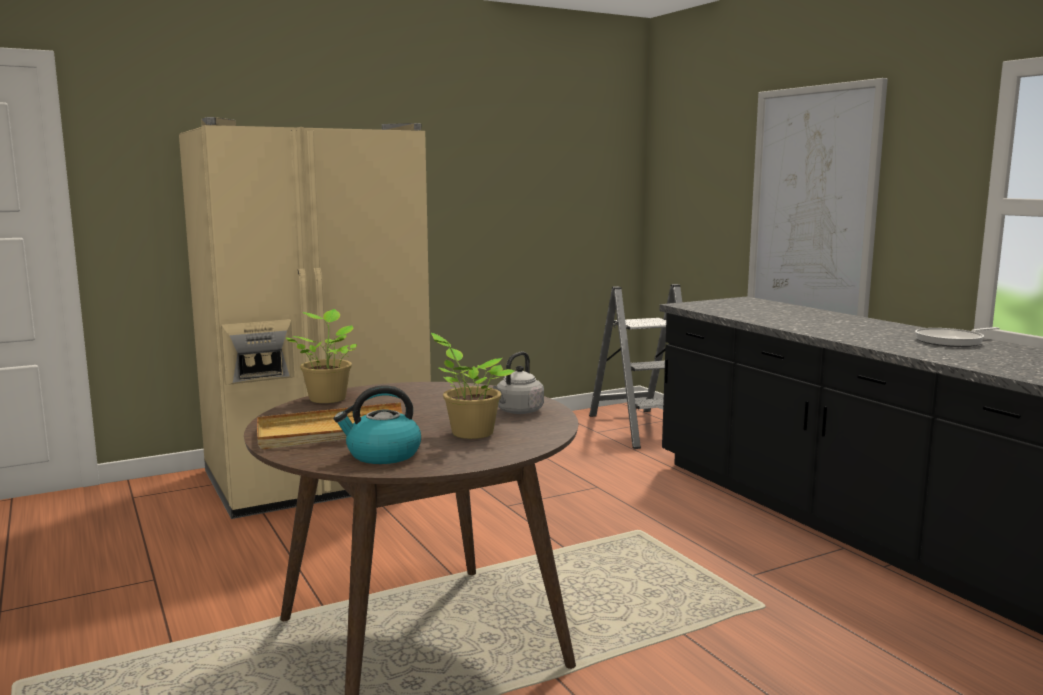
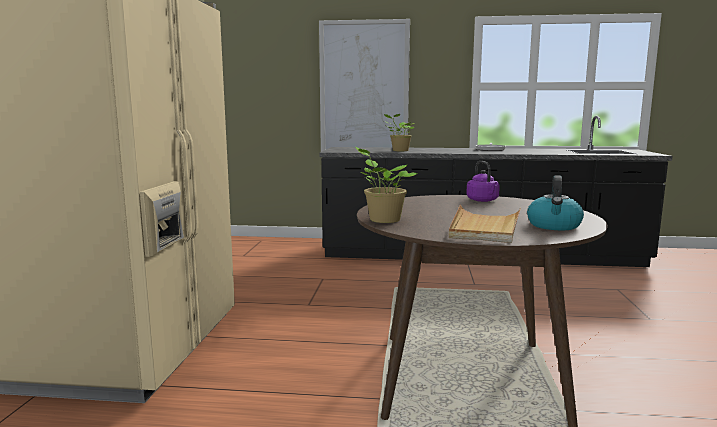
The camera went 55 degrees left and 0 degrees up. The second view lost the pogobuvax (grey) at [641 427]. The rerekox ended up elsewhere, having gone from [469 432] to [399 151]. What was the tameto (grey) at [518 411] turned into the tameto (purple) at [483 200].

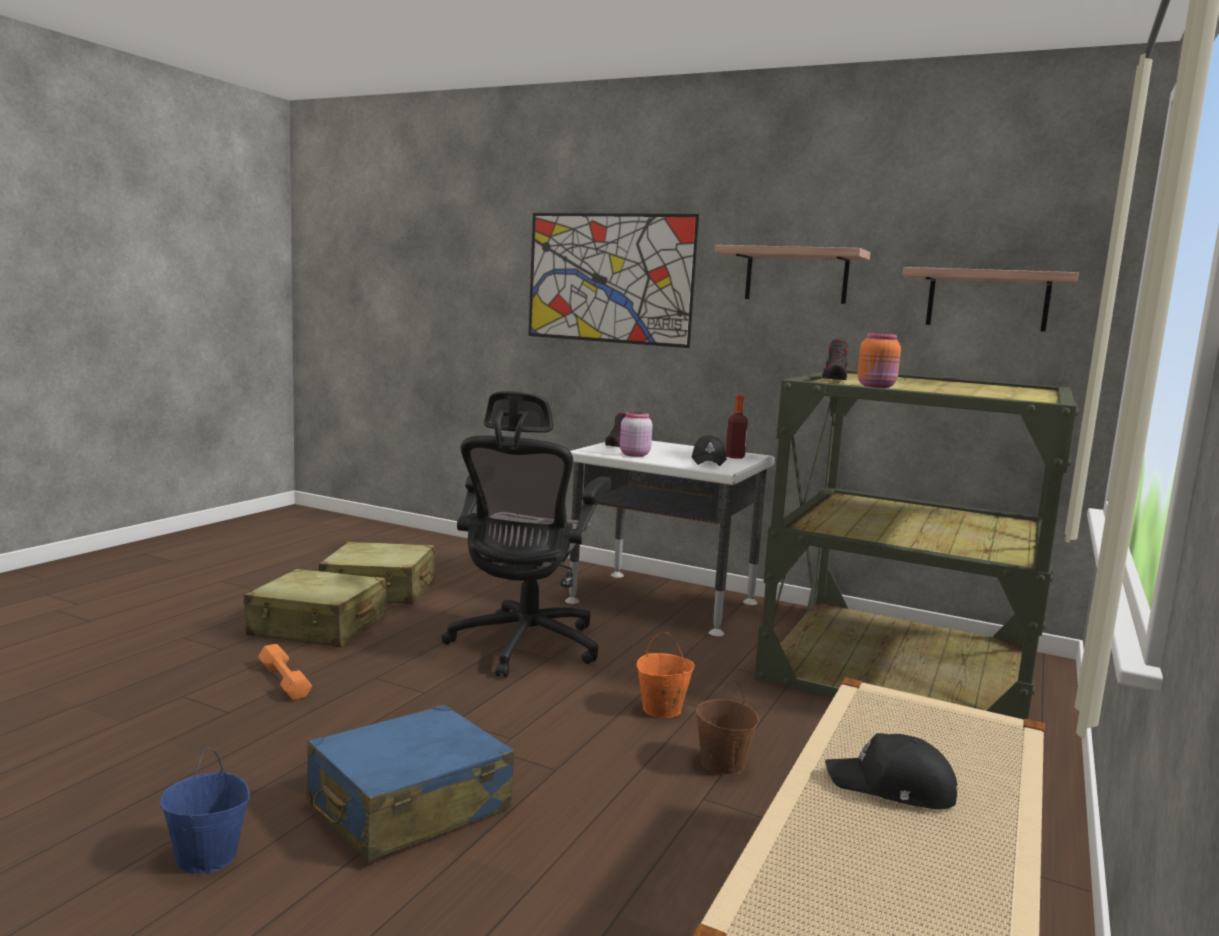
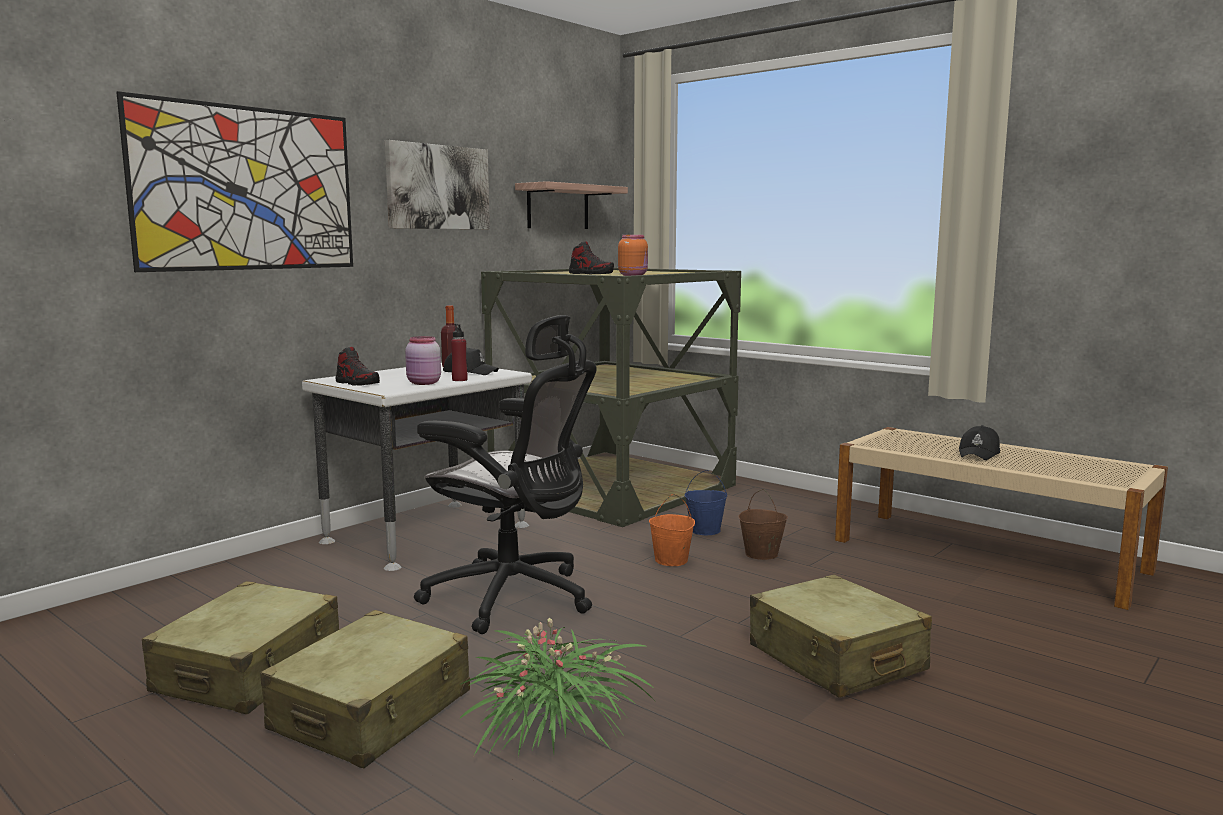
The camera went 75 degrees left and 0 degrees up. Where the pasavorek hung at [796 275], the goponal came to hang at [438 187]. Where the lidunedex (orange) stood at [284 680], the rerekox came to stand at [552 727]. What was the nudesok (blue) at [408 806] turned into the nudesok (beige) at [836 659]. The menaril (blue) ended up elsewhere, having gone from [208 857] to [705 530]. The second view gained the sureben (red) at [459 380].

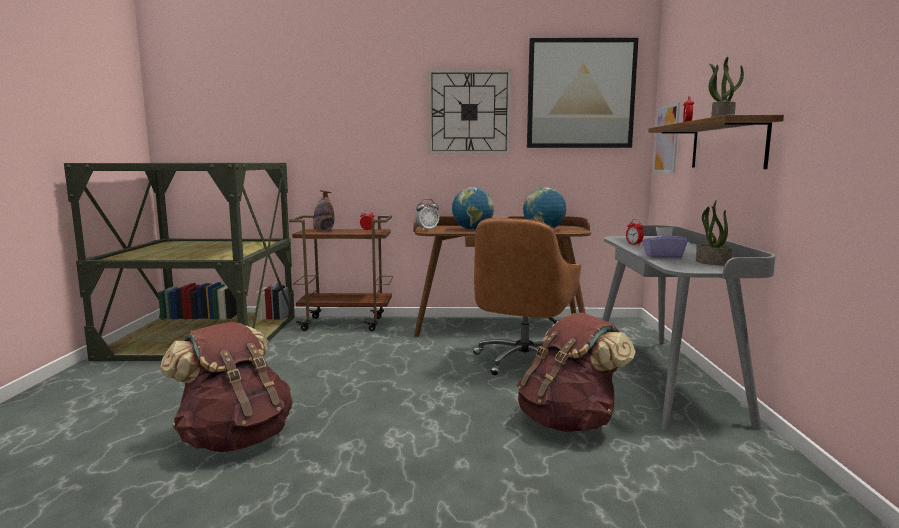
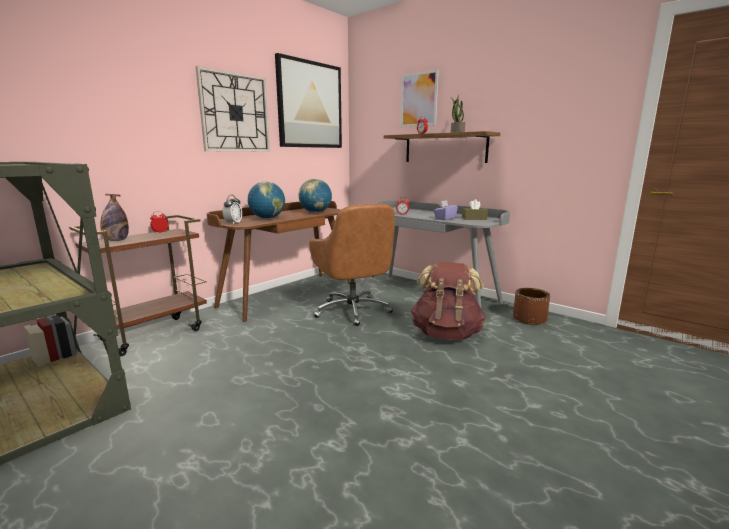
The camera went 50 degrees left and 5 degrees up. The goponal ended up elsewhere, having gone from [666 139] to [419 99]. Where the rerekox stood at [712 263], the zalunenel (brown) came to stand at [474 218]. The second view lost the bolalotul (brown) at [235 439]. The second view gained the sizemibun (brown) at [529 319].

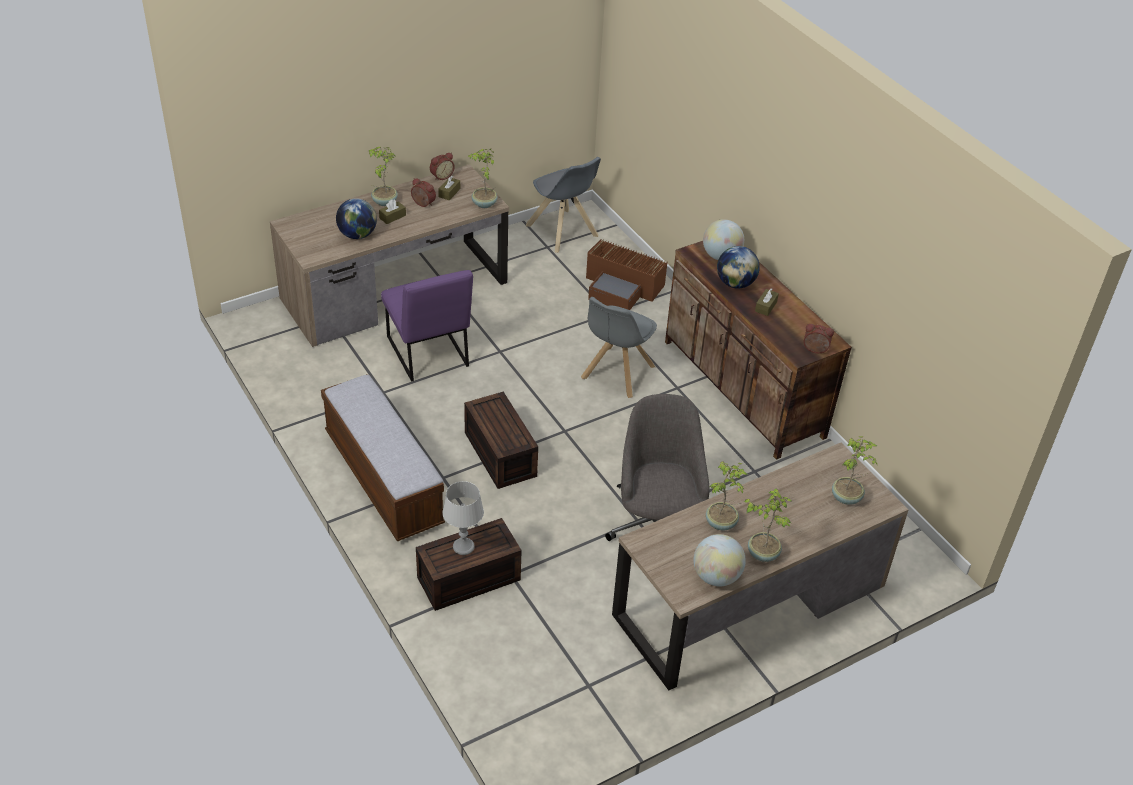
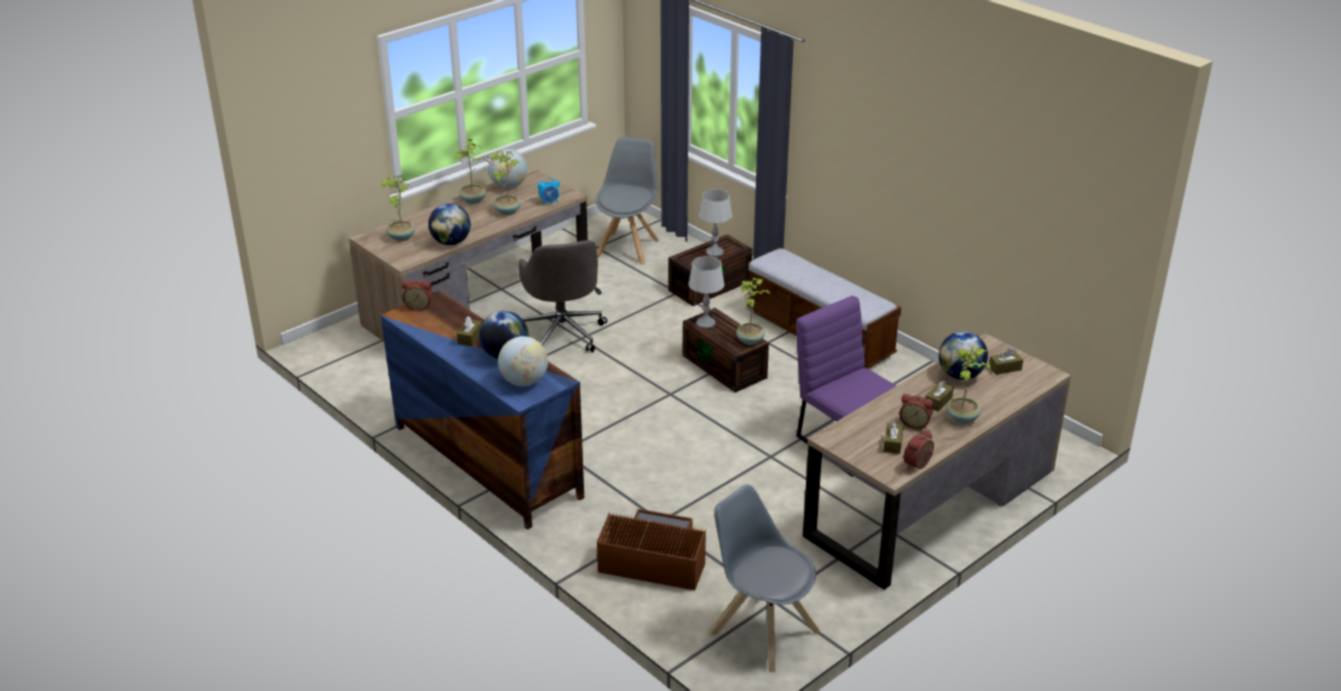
The camera went 170 degrees right and 10 degrees down. The rerekox ended up elsewhere, having gone from [483 204] to [750 340]. What was the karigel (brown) at [742 390] turned into the karigel (blue) at [487 460]. The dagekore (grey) ended up elsewhere, having gone from [616 374] to [628 246]. The second view gained the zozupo at [549 202]. The second view gained the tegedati at [451 242]. The second view gained the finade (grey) at [706 323]. The second view gained the zalunenel (brown) at [1005 368].

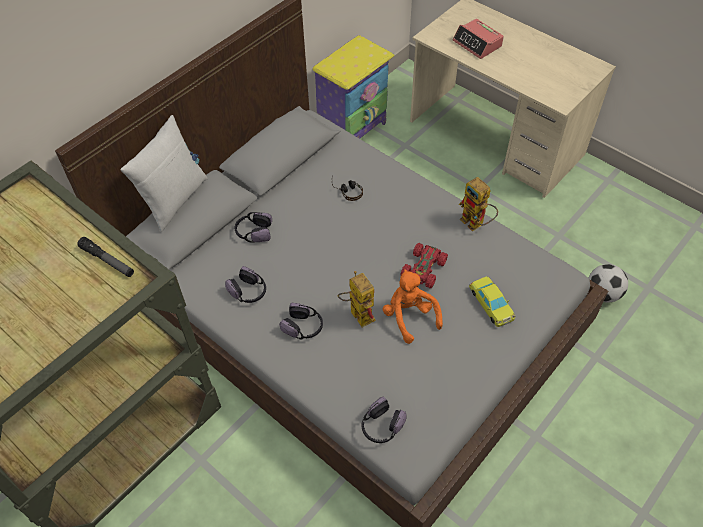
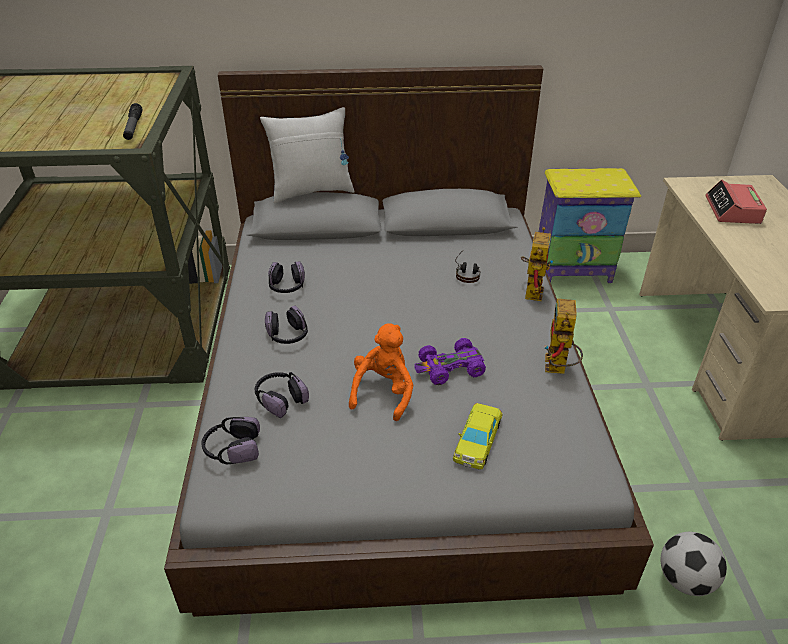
The camera went 45 degrees right and 15 degrees down. The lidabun ended up elsewhere, having gone from [254 232] to [280 399]. What was the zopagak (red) at [423 270] turned into the zopagak (purple) at [450 368]. The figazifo ended up elsewhere, having gone from [357 313] to [532 289].

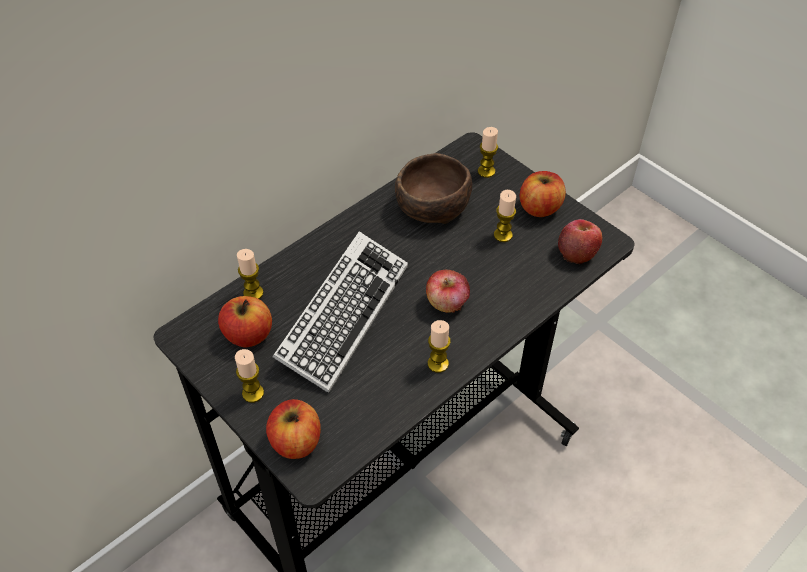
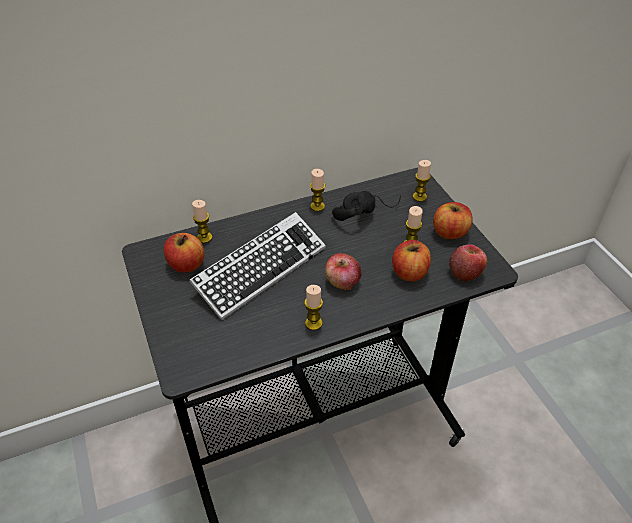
The camera went 20 degrees right and 5 degrees down. Where the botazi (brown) stood at [430 206], the lidabun (black) came to stand at [364 211]. The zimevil ended up elsewhere, having gone from [253 393] to [317 206]. The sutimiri ended up elsewhere, having gone from [296 441] to [409 273].

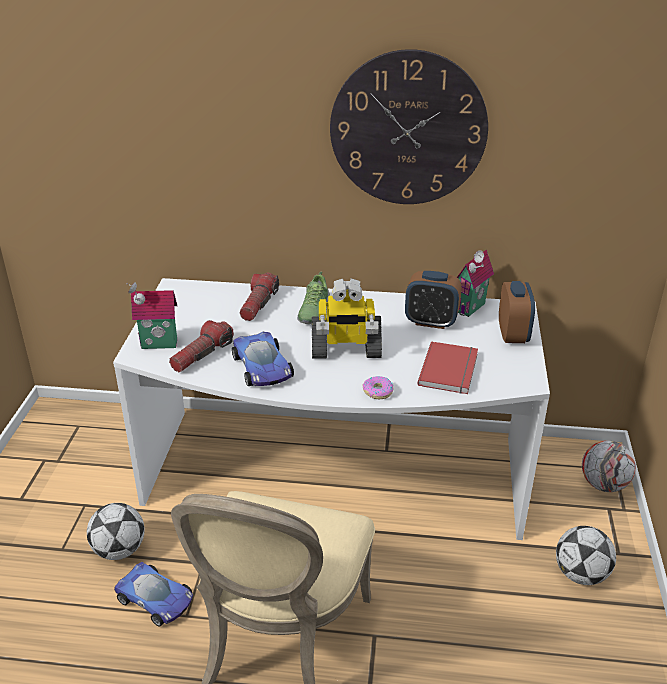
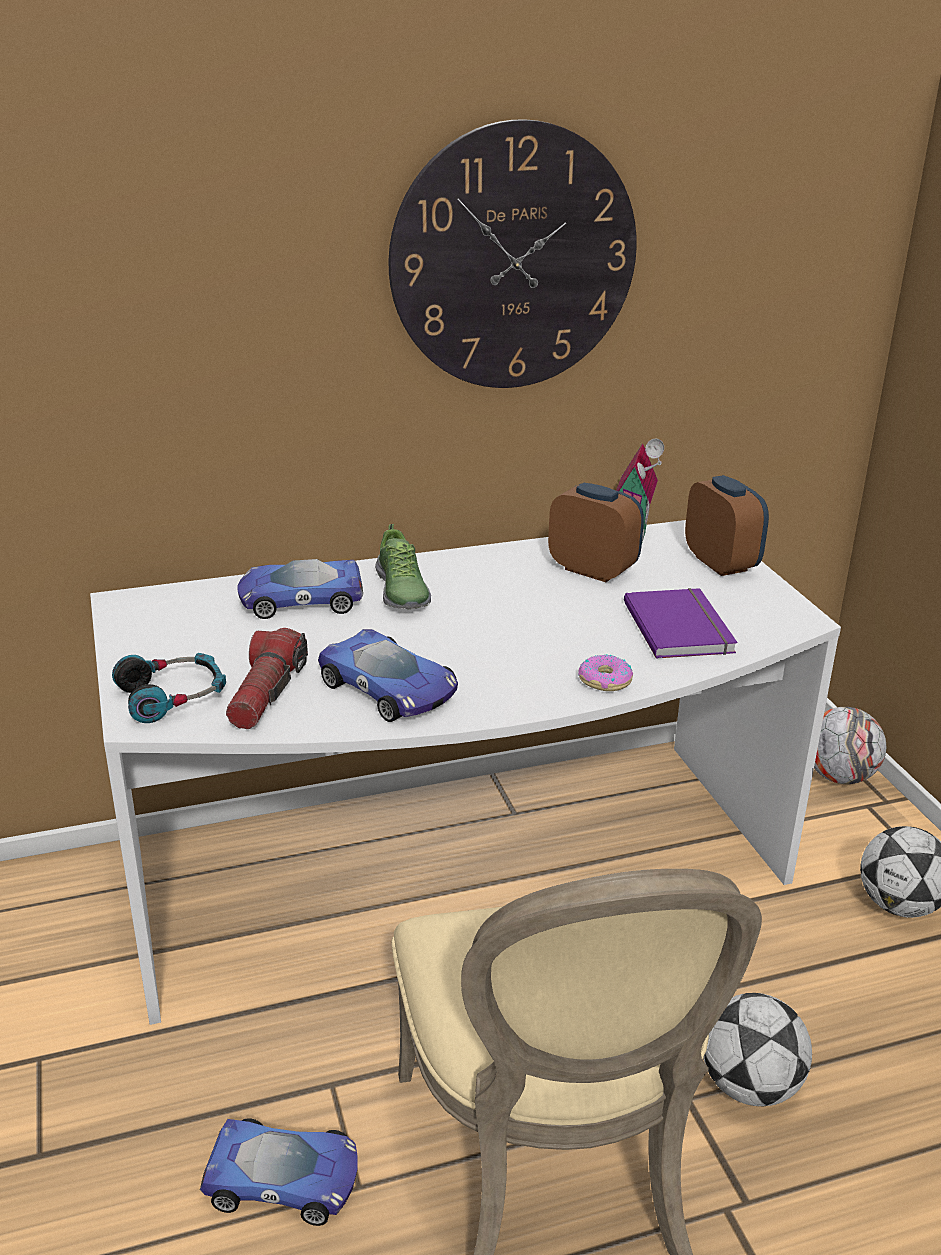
The camera went 25 degrees left and 5 degrees down. The zozupo at [431 322] ended up facing another way, 135 degrees counterclockwise from before. Where the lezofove stood at [258 304], the zopagak came to stand at [300 599]. The second view lost the figazifo at [345 349]. Where the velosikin stood at [158 345], the lidabun came to stand at [173 697]. What was the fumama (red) at [450 370] turned into the fumama (purple) at [681 627]. The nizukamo ended up elsewhere, having gone from [119 550] to [749 1085].

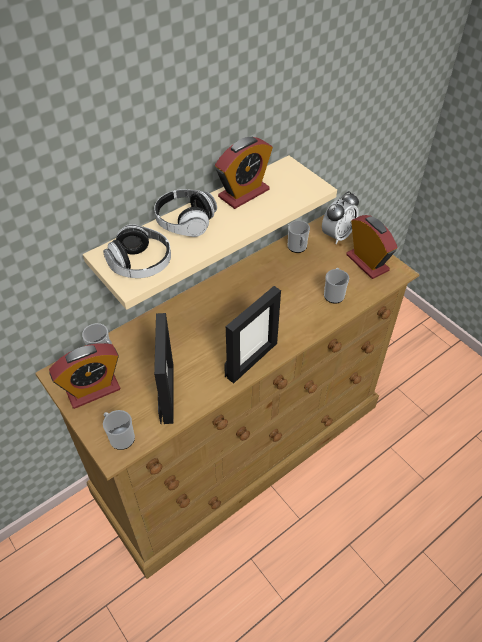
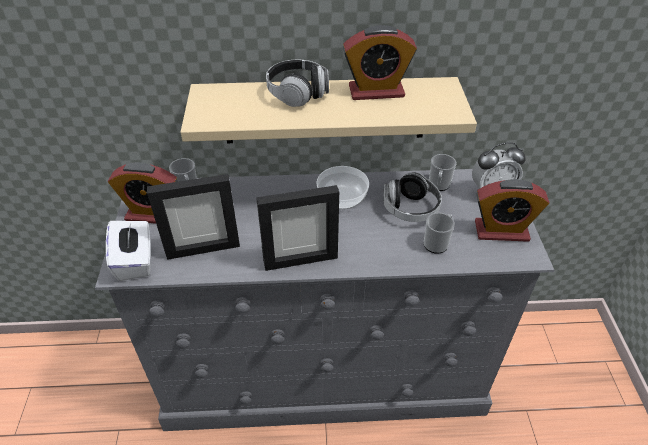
The camera went 35 degrees right and 5 degrees down. What was the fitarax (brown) at [242 448] turned into the fitarax (grey) at [325 373]. The zozupo at [367 263] ended up facing another way, 90 degrees clockwise from before. The lidabun ended up elsewhere, having gone from [141 264] to [410 209]. The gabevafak at [167 393] ended up facing another way, 45 degrees clockwise from before. Where the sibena stood at [120 437], the zalunenel (white) came to stand at [135 261]. The second view gained the botazi at [342 198].

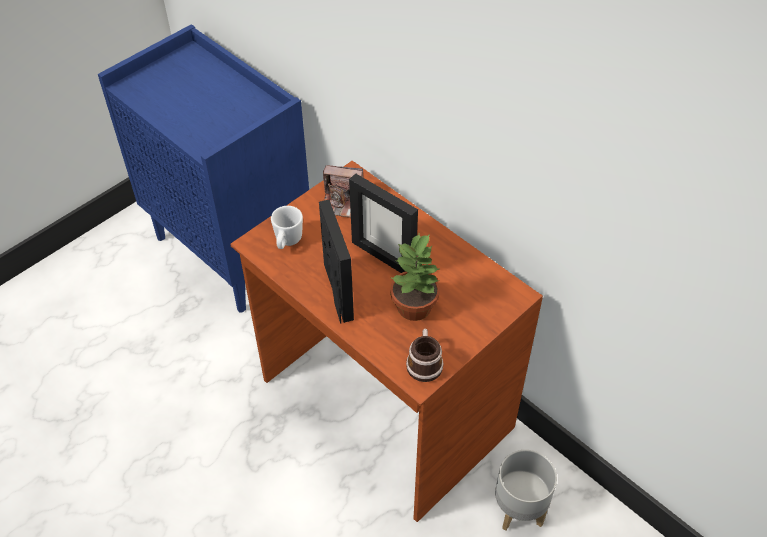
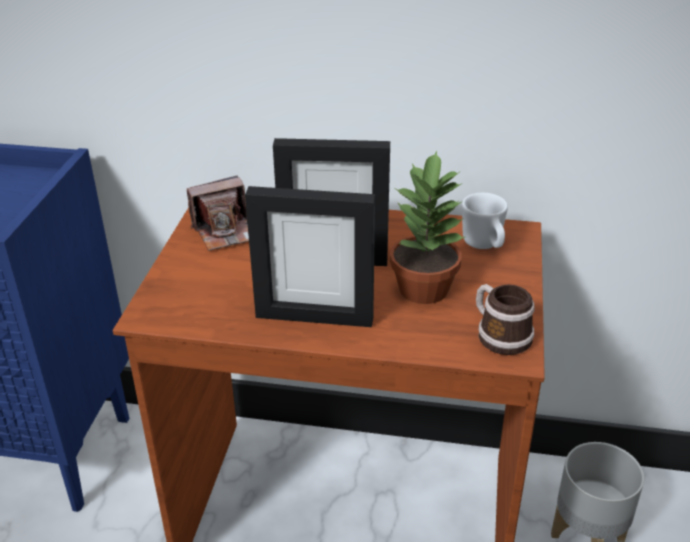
The camera went 35 degrees left and 15 degrees down. The gabevafak at [336 292] ended up facing another way, 150 degrees clockwise from before. The sibena (white) ended up elsewhere, having gone from [287 242] to [484 245].

